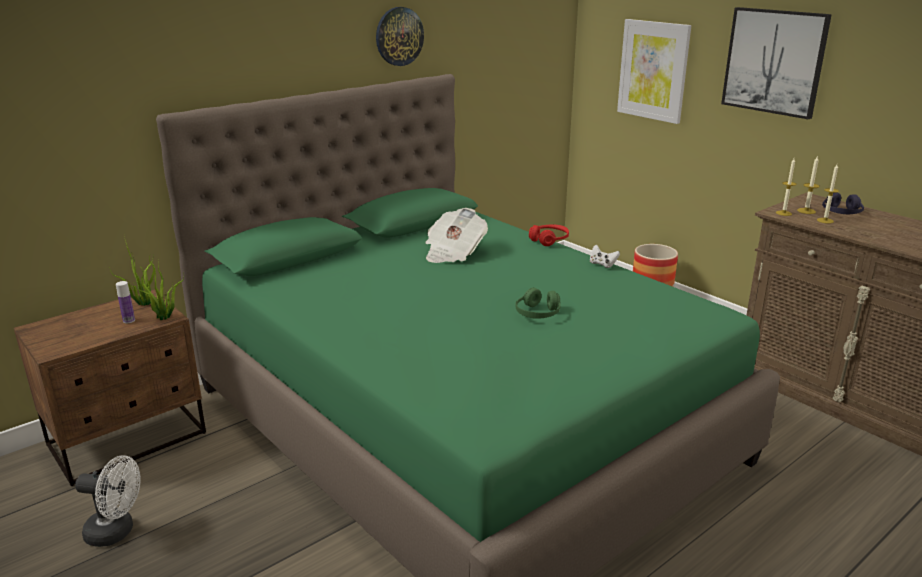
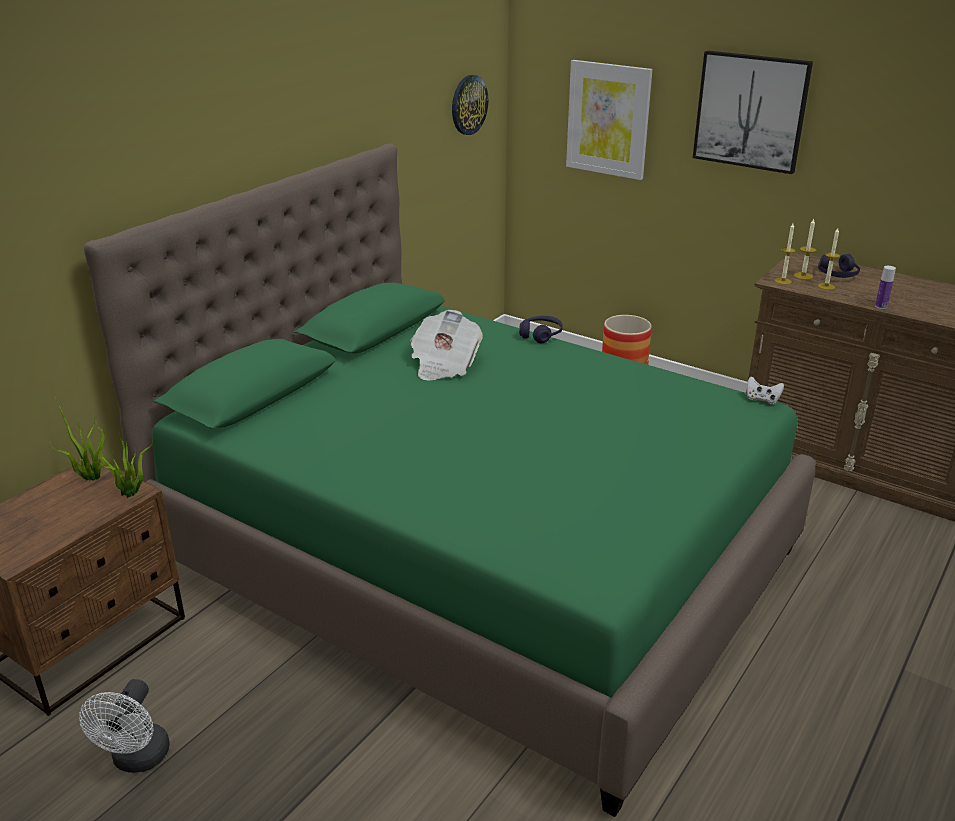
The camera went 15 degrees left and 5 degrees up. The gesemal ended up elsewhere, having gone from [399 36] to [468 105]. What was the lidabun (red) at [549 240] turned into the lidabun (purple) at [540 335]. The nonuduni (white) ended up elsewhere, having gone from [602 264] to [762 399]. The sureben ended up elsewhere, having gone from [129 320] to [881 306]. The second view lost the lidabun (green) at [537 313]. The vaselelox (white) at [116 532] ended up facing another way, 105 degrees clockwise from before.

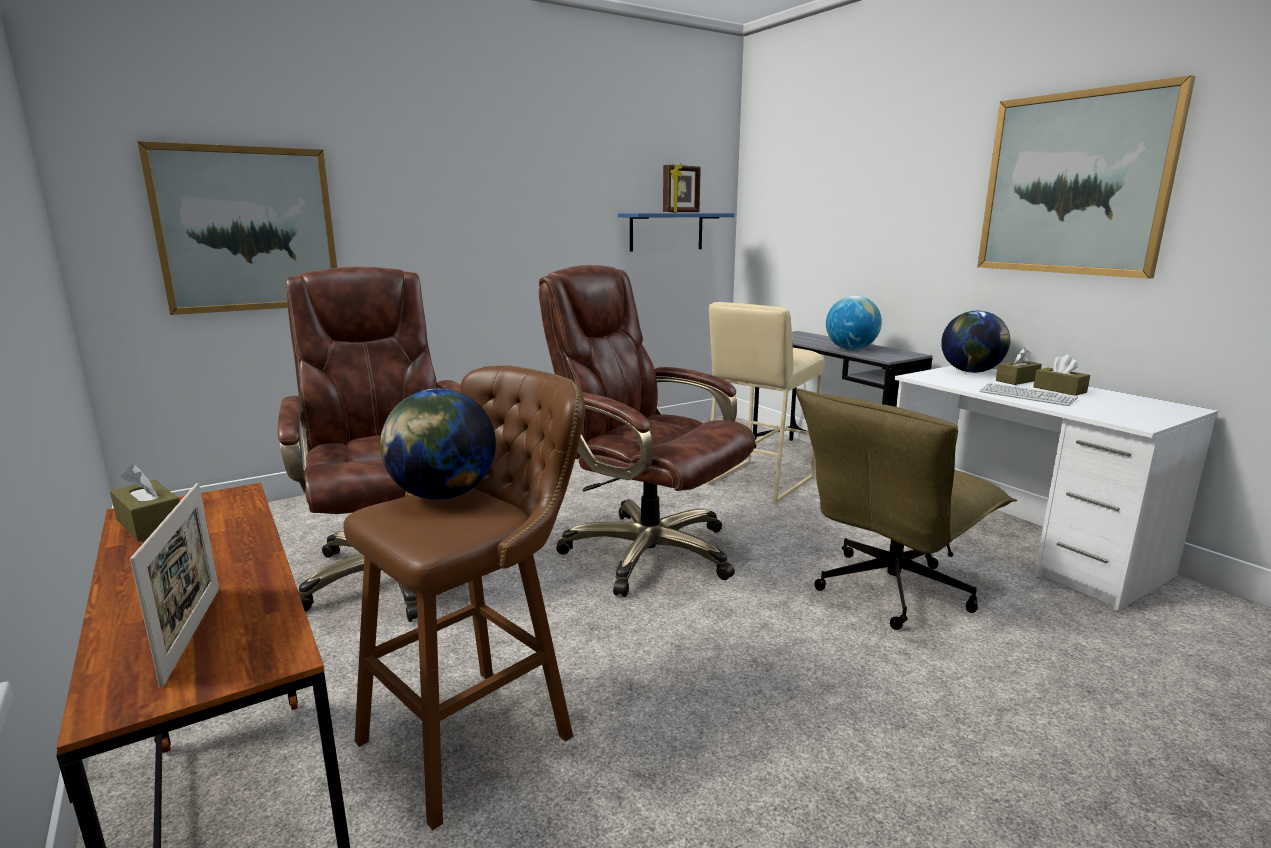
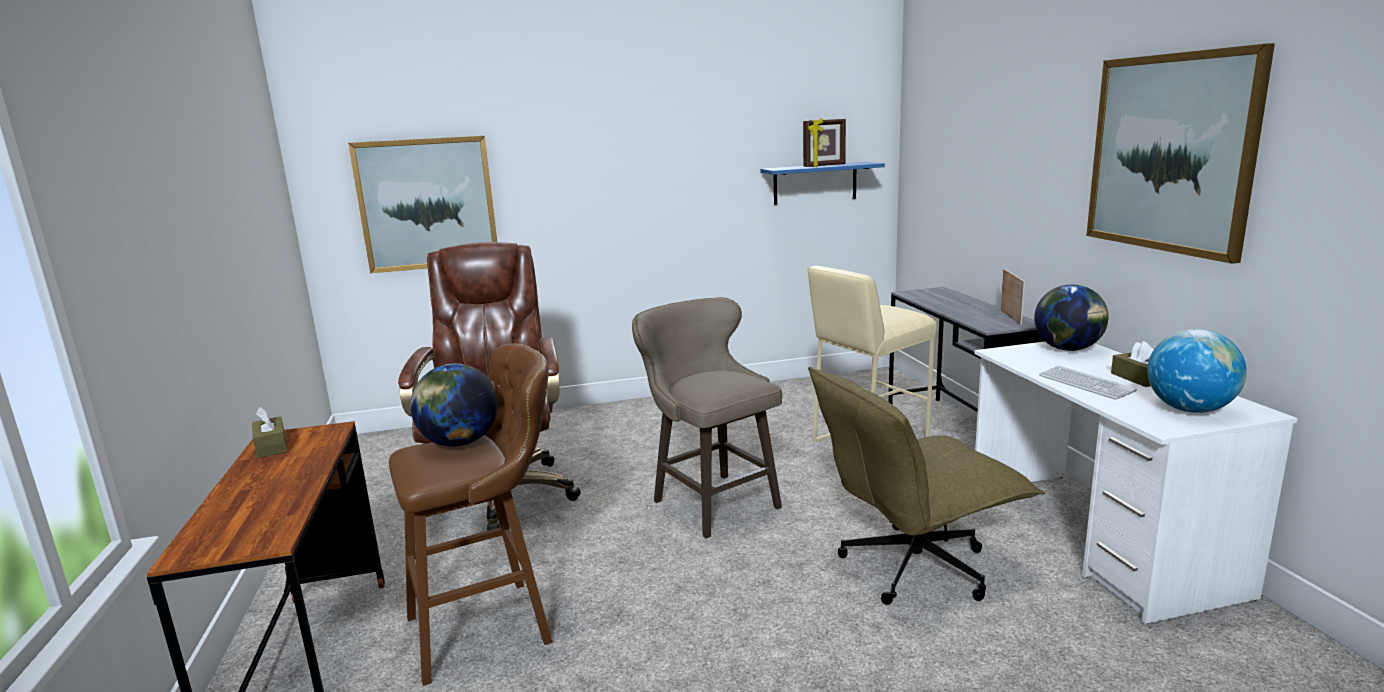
The camera went 20 degrees right and 0 degrees up. Where the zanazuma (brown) stood at [649 552], the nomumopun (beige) came to stand at [712 502]. The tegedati ended up elsewhere, having gone from [850 349] to [1189 410]. The second view lost the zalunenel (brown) at [1017 380]. The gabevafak ended up elsewhere, having gone from [192 632] to [1010 317].

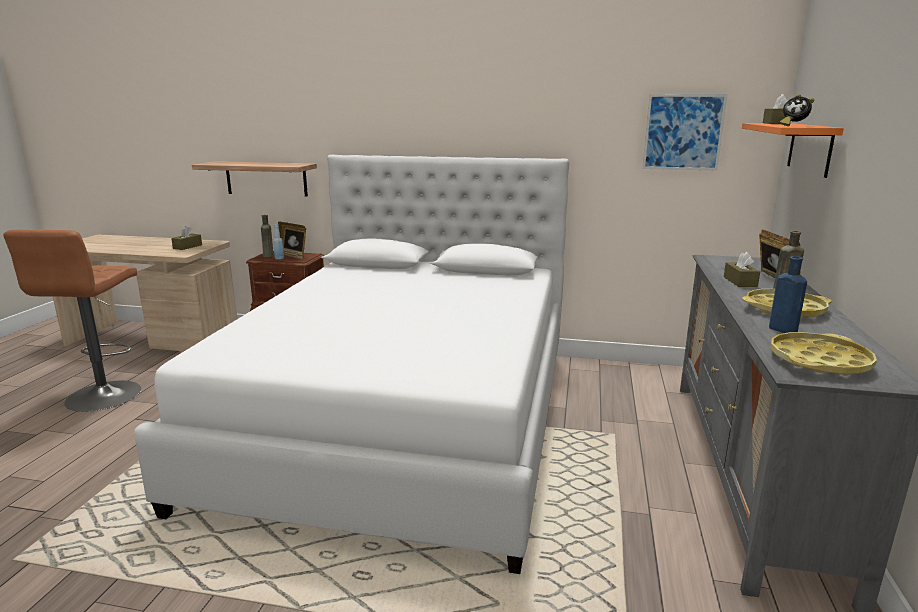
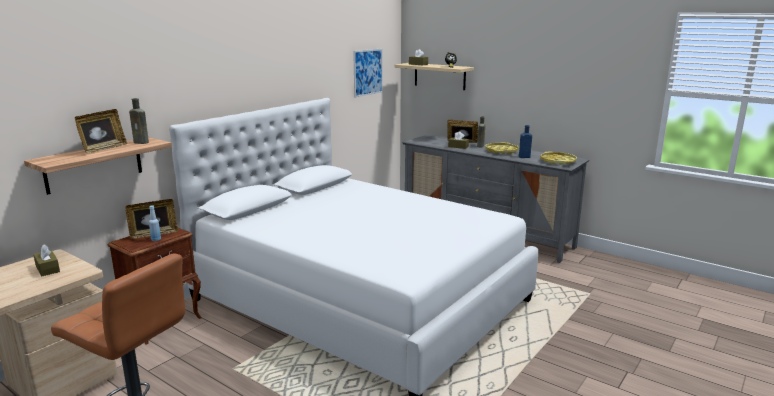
The camera went 65 degrees left and 0 degrees up. What was the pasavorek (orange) at [810 148] turned into the pasavorek (beige) at [439 76]. The sureben (brown) ended up elsewhere, having gone from [268 256] to [142 142]. The second view gained the gabevafak at [103 149].

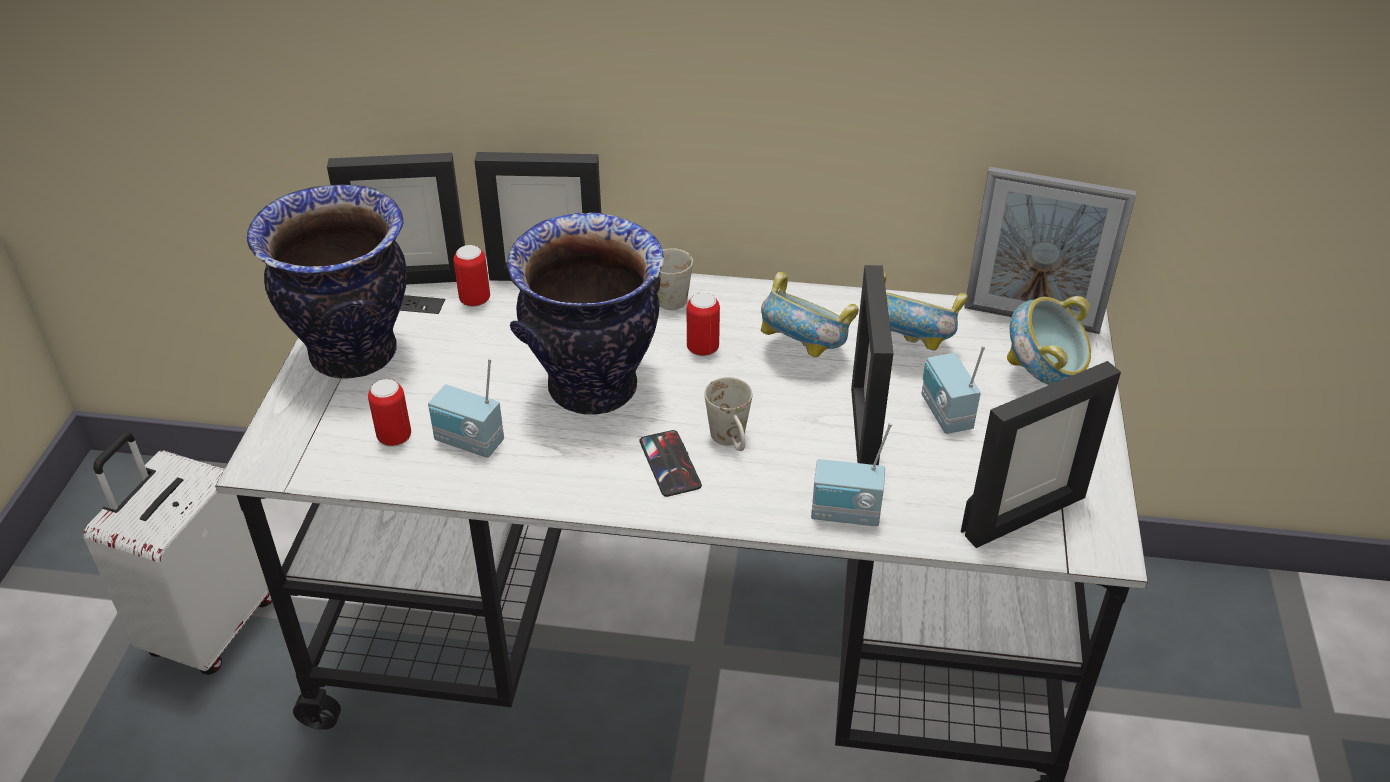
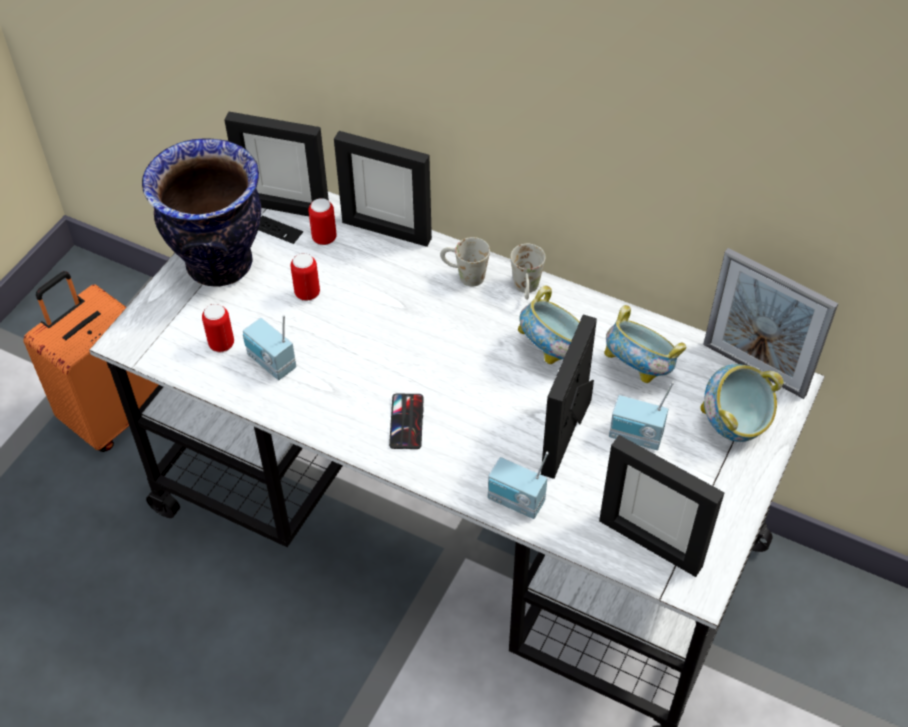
The camera went 20 degrees right and 10 degrees up. The second view lost the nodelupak at [594 389]. The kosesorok ended up elsewhere, having gone from [702 349] to [307 293]. The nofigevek at [944 414] ended up facing another way, 75 degrees counterclockwise from before. The gabevafak at [1023 514] ended up facing another way, 45 degrees clockwise from before. The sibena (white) ended up elsewhere, having gone from [731 441] to [526 290]. What was the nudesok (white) at [208 628] turned into the nudesok (orange) at [113 414].

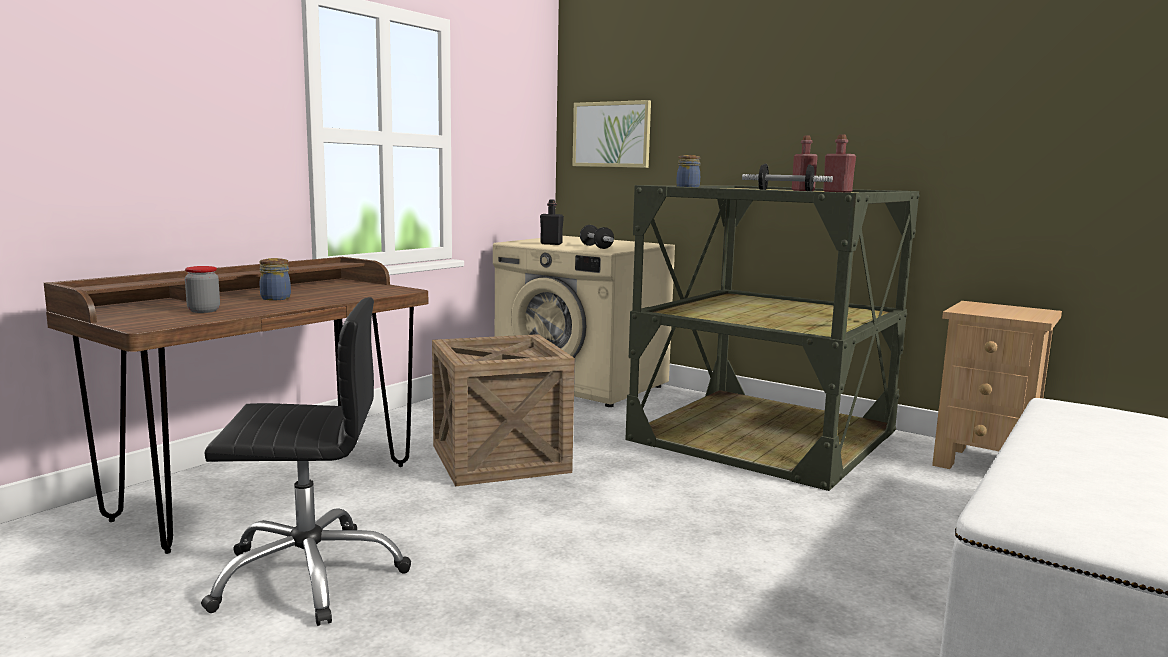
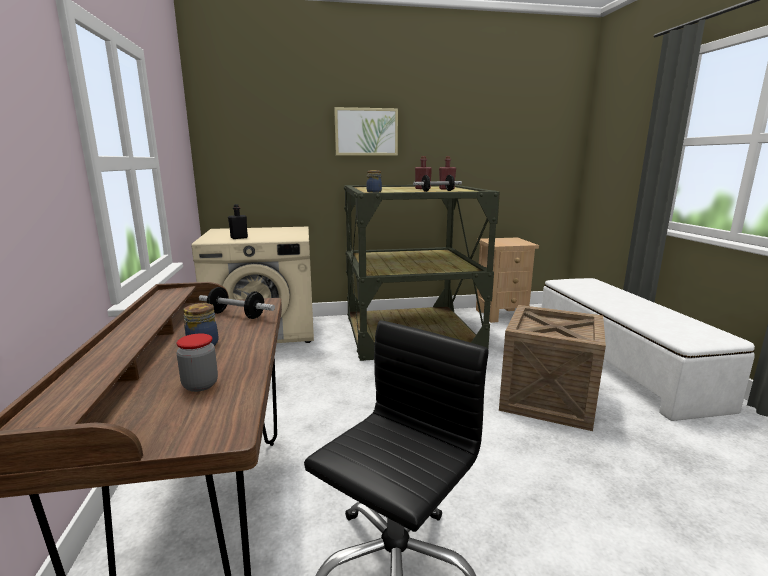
The camera went 45 degrees left and 5 degrees up. The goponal ended up elsewhere, having gone from [611 134] to [366 132]. The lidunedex ended up elsewhere, having gone from [596 247] to [237 315]. The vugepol ended up elsewhere, having gone from [500 458] to [547 399].

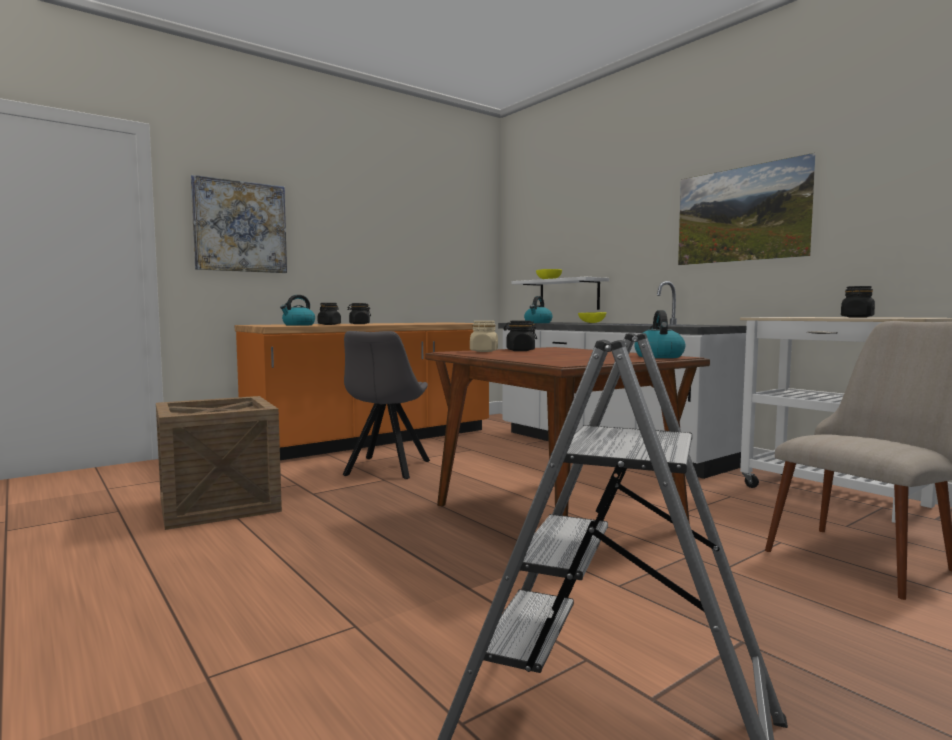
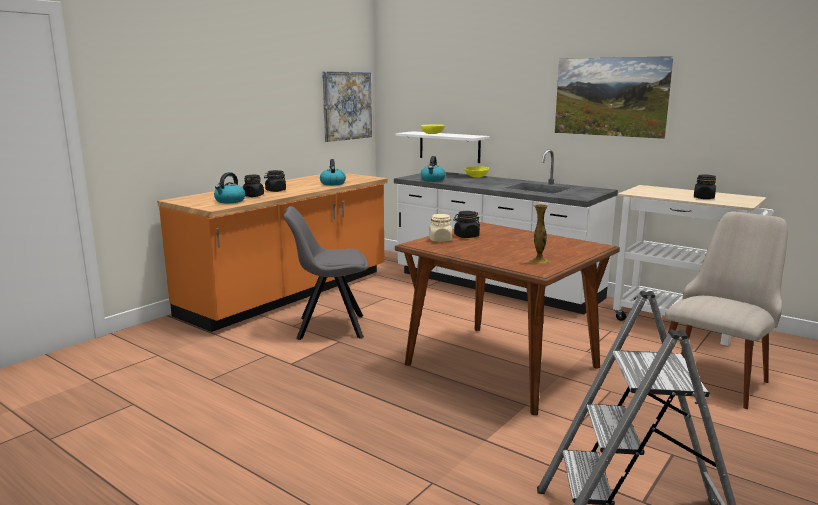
The camera went 15 degrees left and 10 degrees up. The goponal ended up elsewhere, having gone from [240 226] to [347 106]. The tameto ended up elsewhere, having gone from [658 356] to [332 183]. The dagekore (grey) at [387 468] ended up facing another way, 90 degrees clockwise from before. The second view lost the vugepol at [219 505]. The second view gained the nodelupak at [539 261].

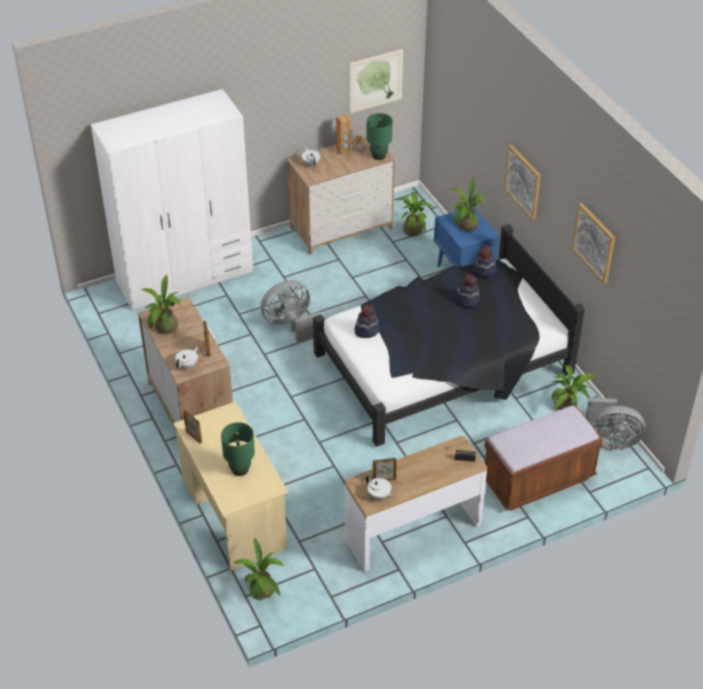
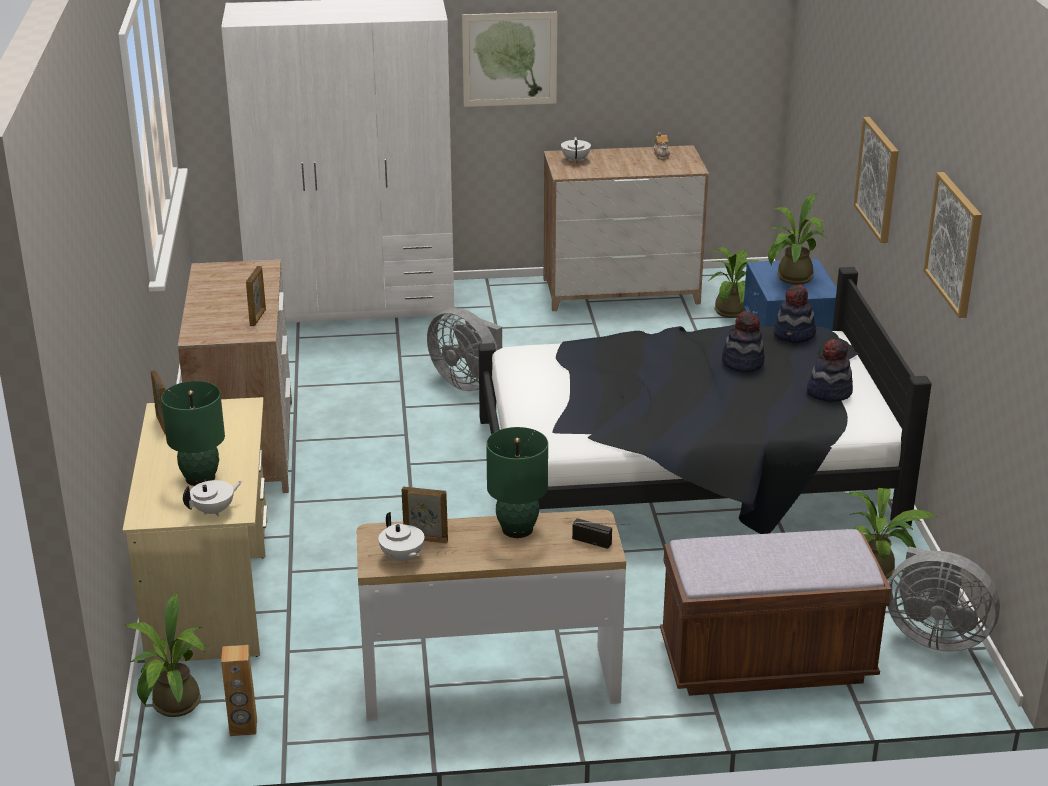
The camera went 20 degrees right and 15 degrees down. The goponal ended up elsewhere, having gone from [375 81] to [509 59]. The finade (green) ended up elsewhere, having gone from [378 155] to [517 529]. The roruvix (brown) ended up elsewhere, having gone from [343 151] to [243 727]. The second view lost the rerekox at [164 329]. The vaselelox (grey) at [290 325] ended up facing another way, 135 degrees counterclockwise from before. The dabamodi ended up elsewhere, having gone from [366 330] to [829 392]. The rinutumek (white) ended up elsewhere, having gone from [188 365] to [214 511].

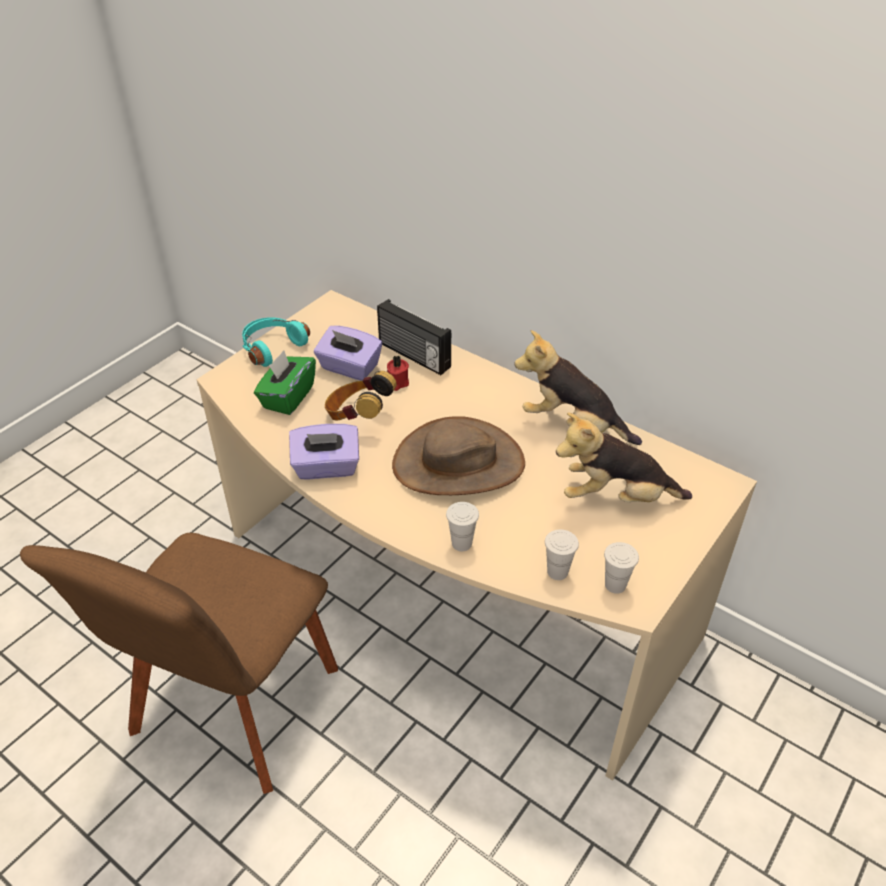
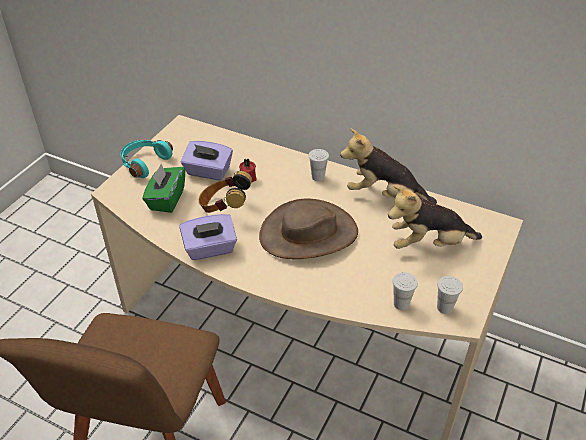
The camera went 10 degrees left and 0 degrees up. The second view lost the nofigevek at [413 356]. The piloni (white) ended up elsewhere, having gone from [461 543] to [318 177].

